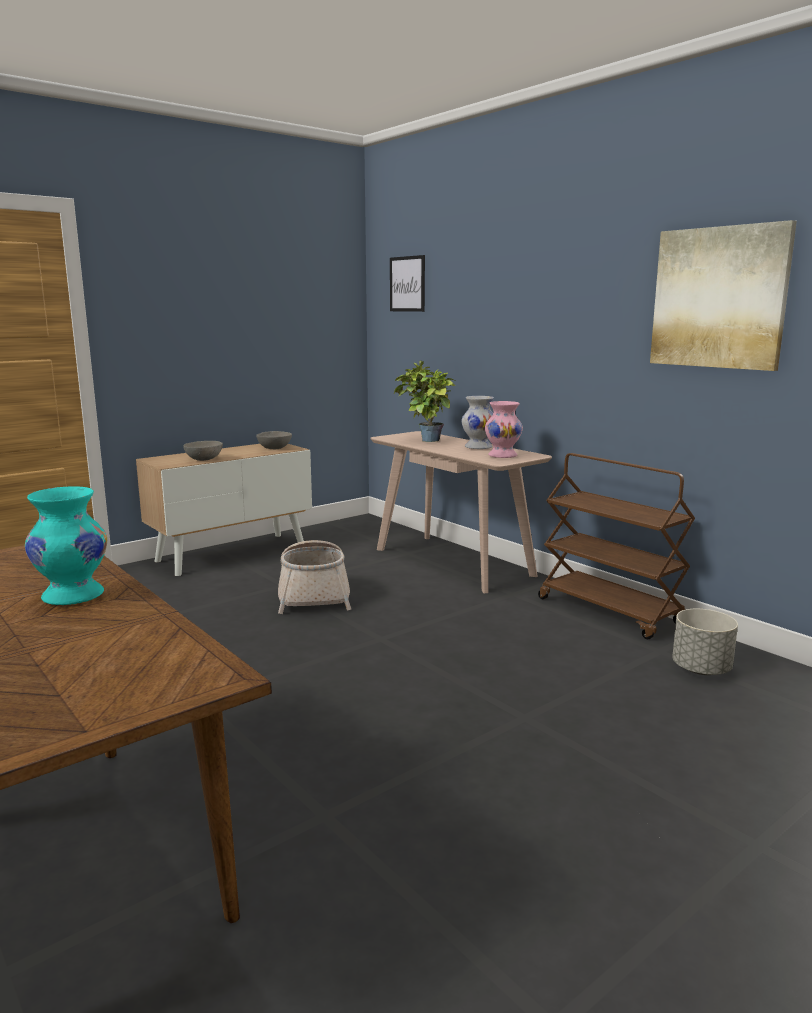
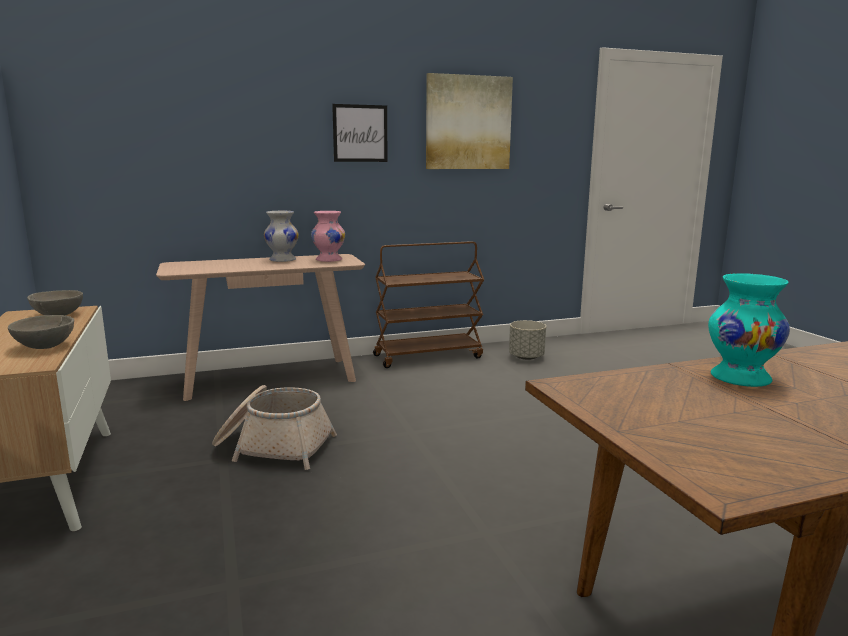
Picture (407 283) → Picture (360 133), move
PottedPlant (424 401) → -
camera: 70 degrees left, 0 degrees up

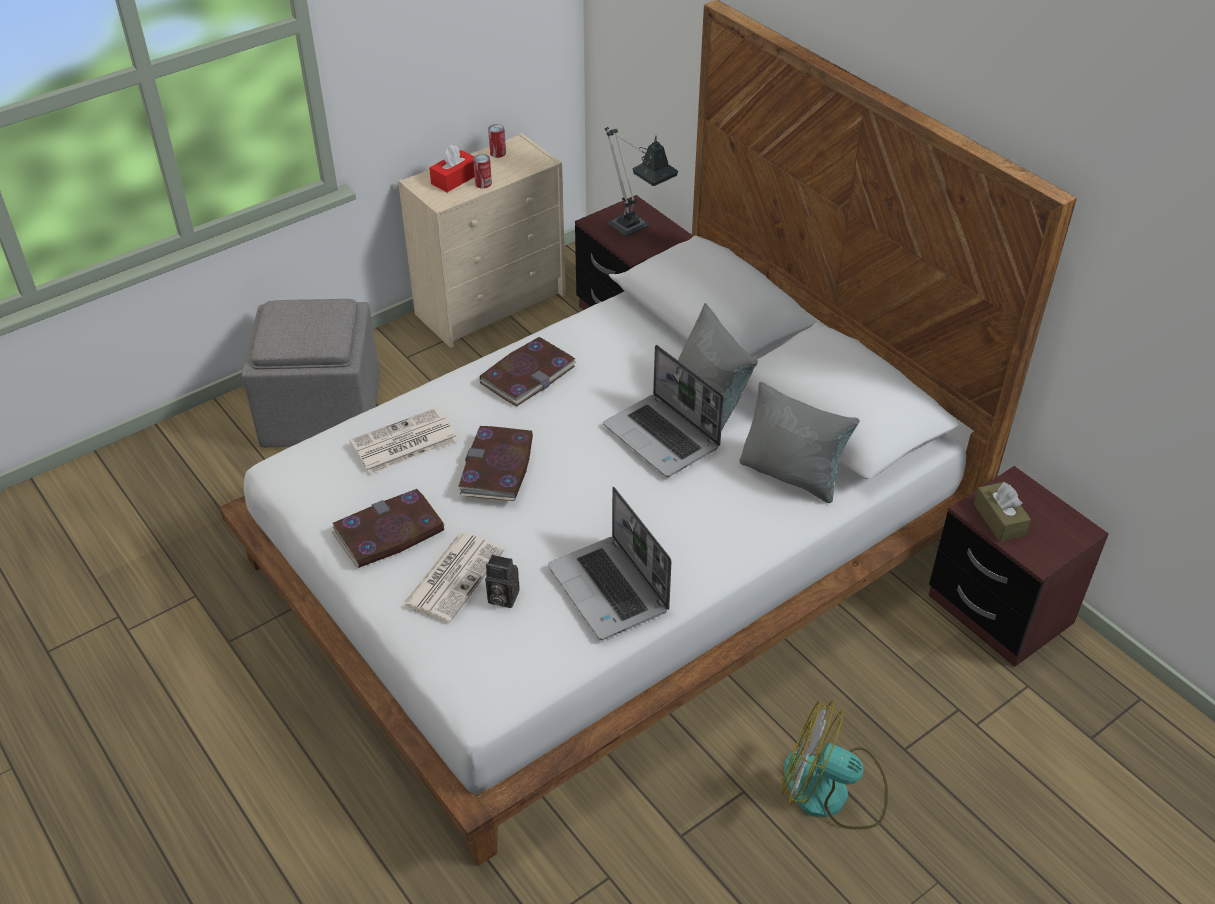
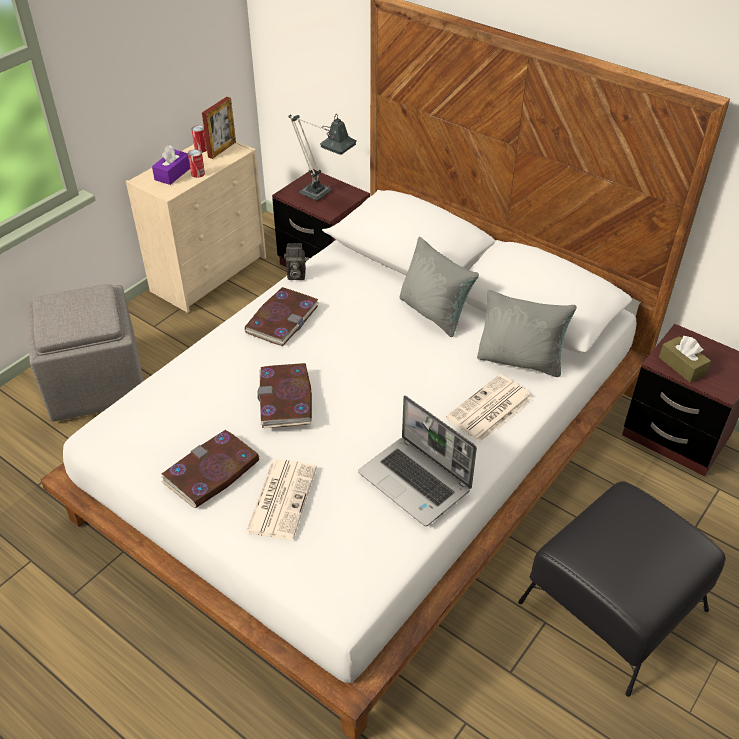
RedTissueBox (452 168) → PurpleTissueBox (171 165)
- → PictureFrame (219 128)
PhotoCamera (502 581) → PhotoCamera (295 261), move
Newspaper (403 441) → Newspaper (489 408), move
Fan (834 764) → BlackOttoman (622 589)
Laptop (663 411) → -
camera: 15 degrees left, 0 degrees up

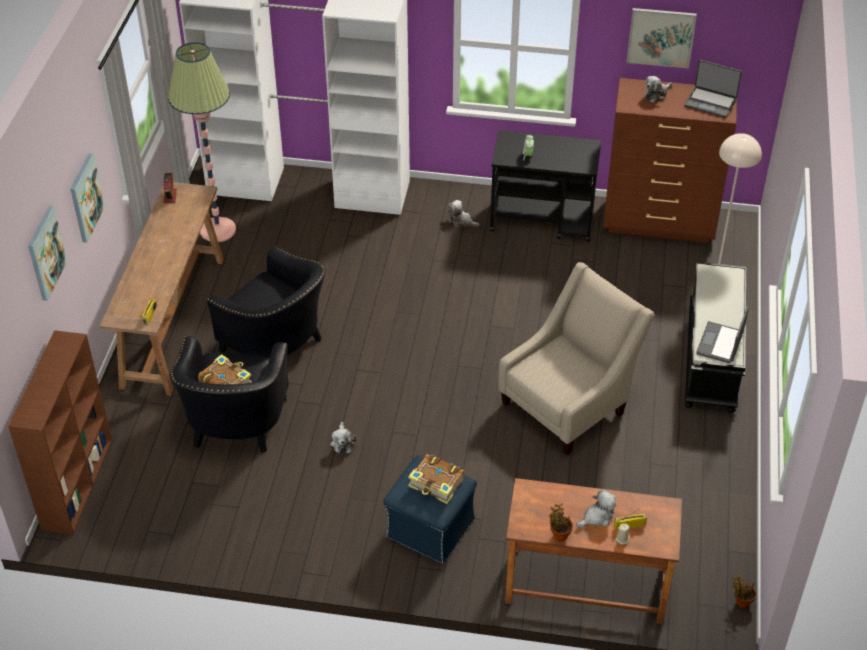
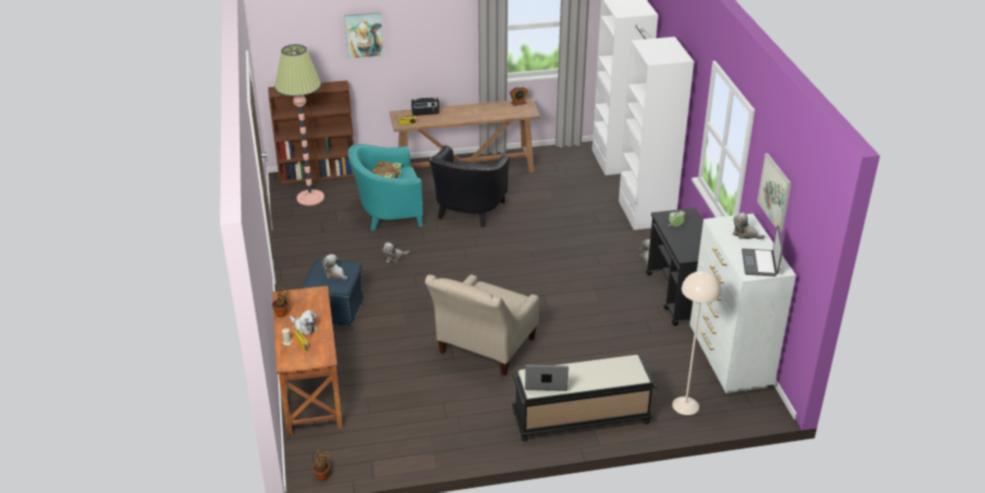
FloorLamp (202 142) → FloorLamp (299 125), move
Book (436 479) → PlushToy (335 267)
BlackArmchair (229 394) → TurquoiseArmchair (385 187)
- → Radio (425 107)
BeigeArmchair (576 358) → BeigeArmchair (482 325), 90 degrees clockwise
BrownDresser (670 160) → WhiteDresser (743 303)
Picture (87 198) → -
camera: 70 degrees right, 10 degrees down

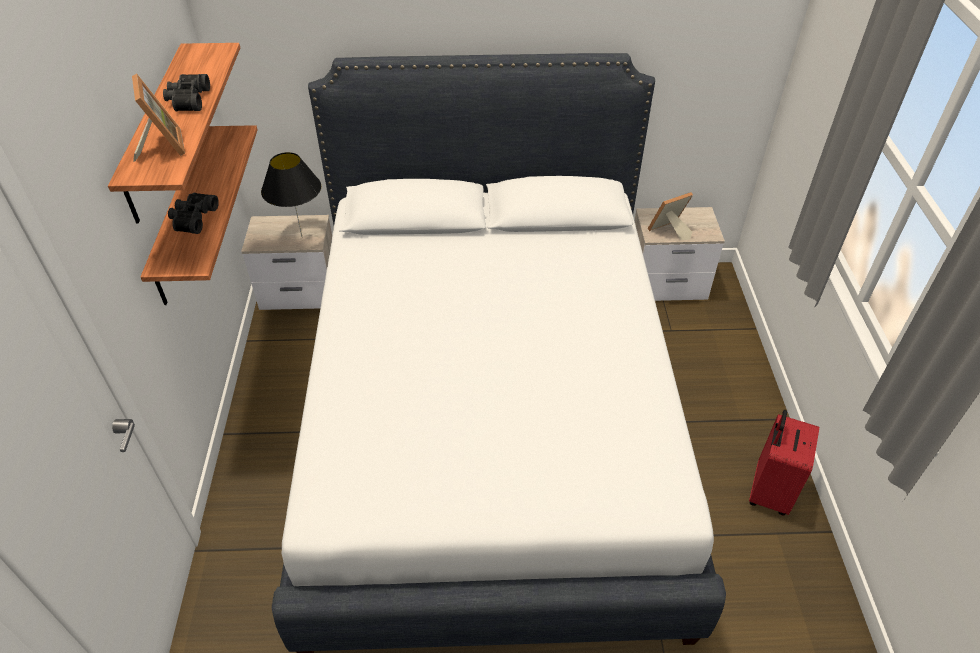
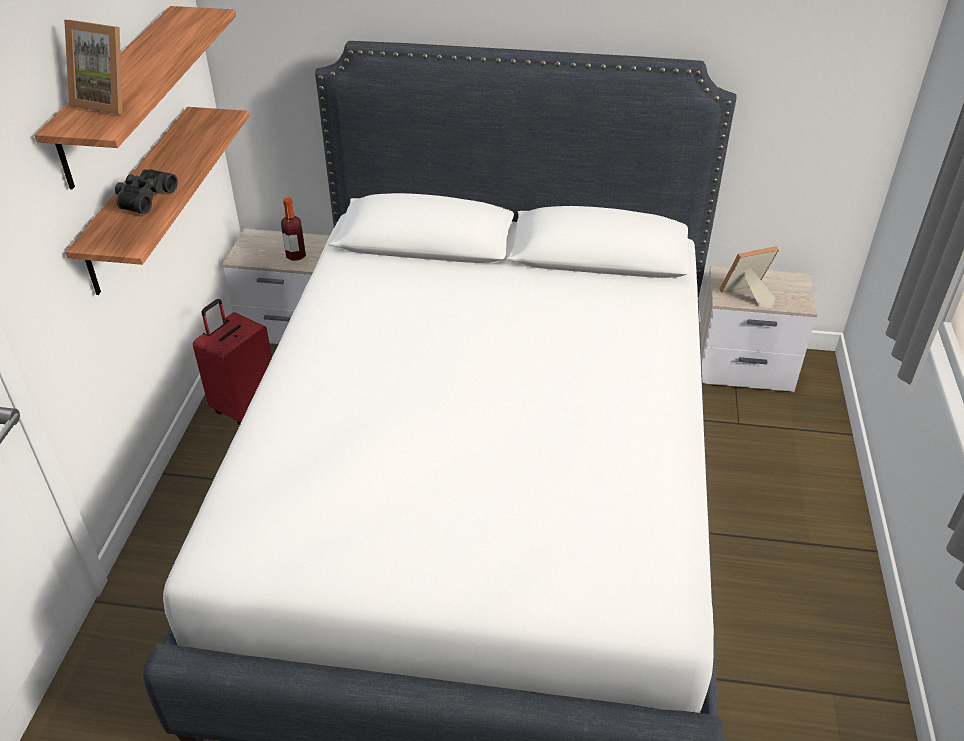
PictureFrame (158 117) → PictureFrame (93 67), 120 degrees clockwise
RedSuitcase (784 463) → RedSuitcase (232 362), move
BlackTableLamp (291 194) → Bottle (293 229)
BlackBinoculars (186 92) → -
camera: 10 degrees right, 5 degrees down

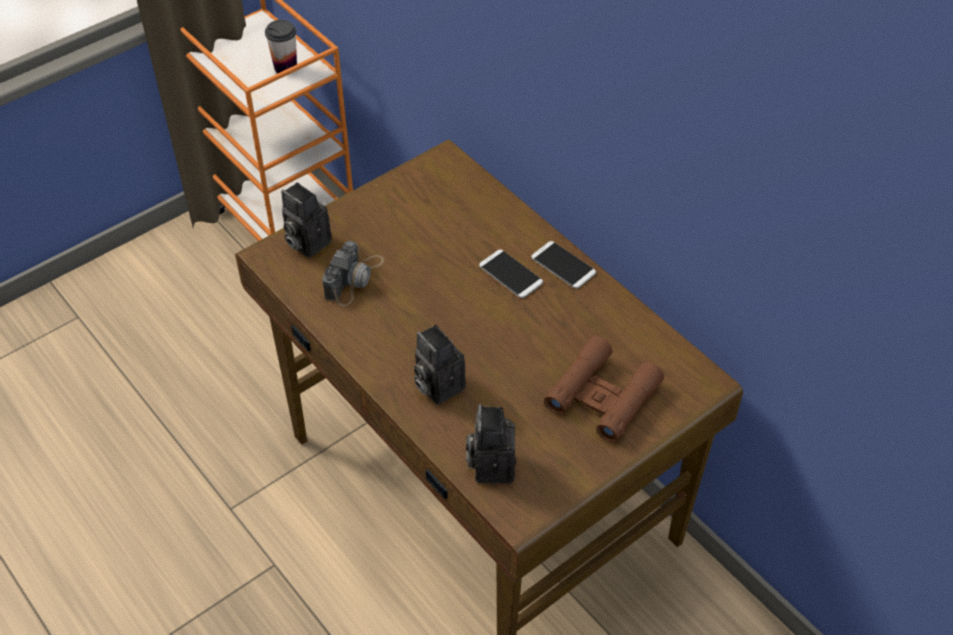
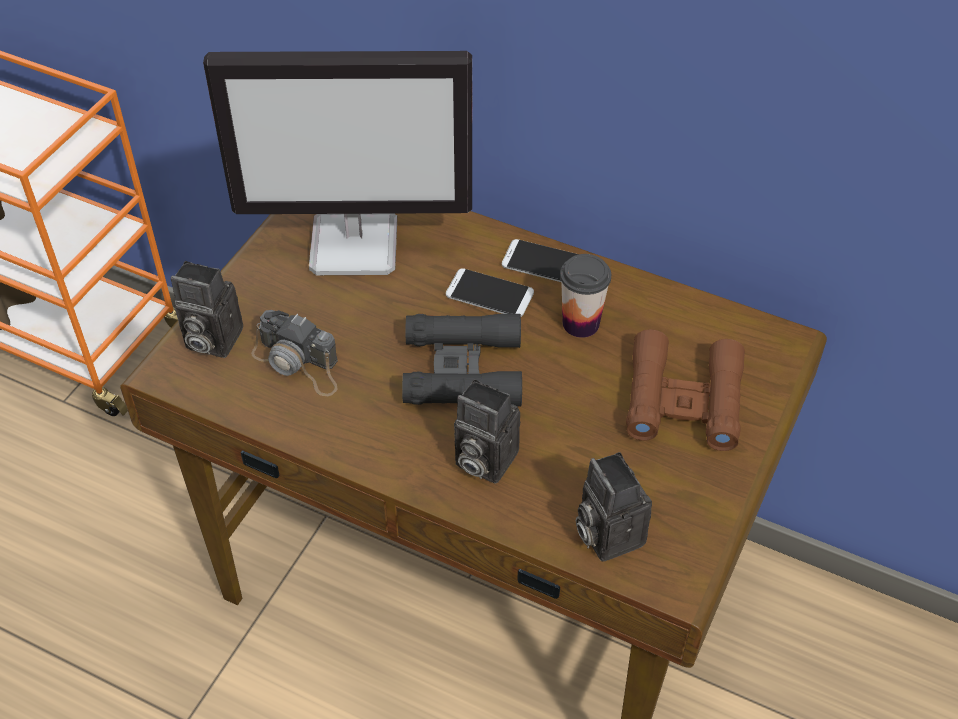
- → Monitor (337 163)
PhotoCamera (353 273) → PhotoCamera (294 353), 120 degrees clockwise
- → BlackBinoculars (462 360)
Cup (281 46) → Cup (585 296), move
camera: 25 degrees left, 0 degrees up

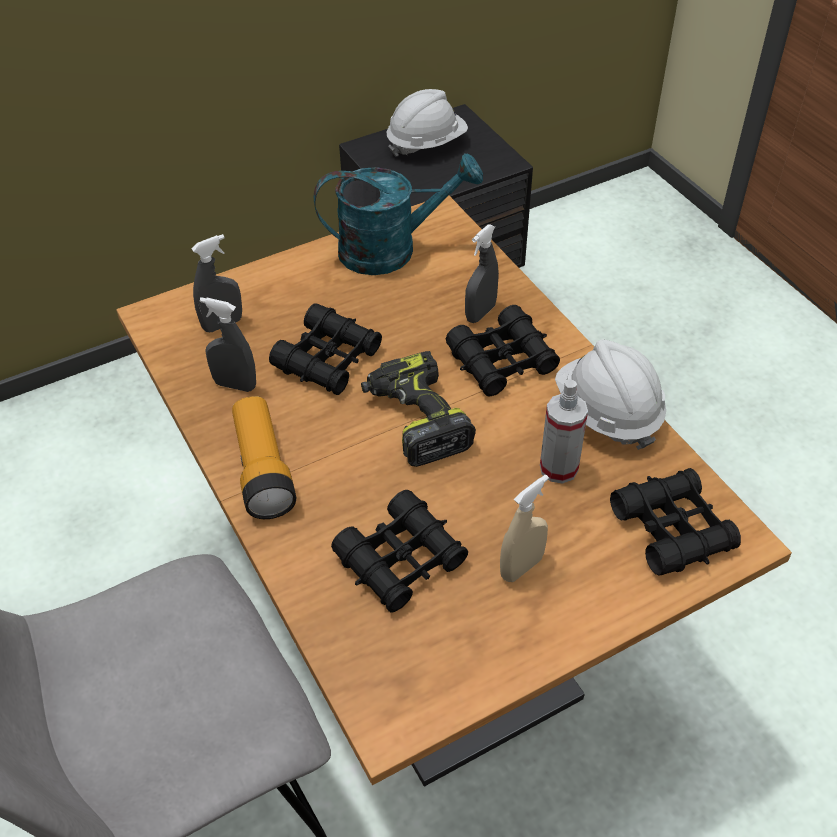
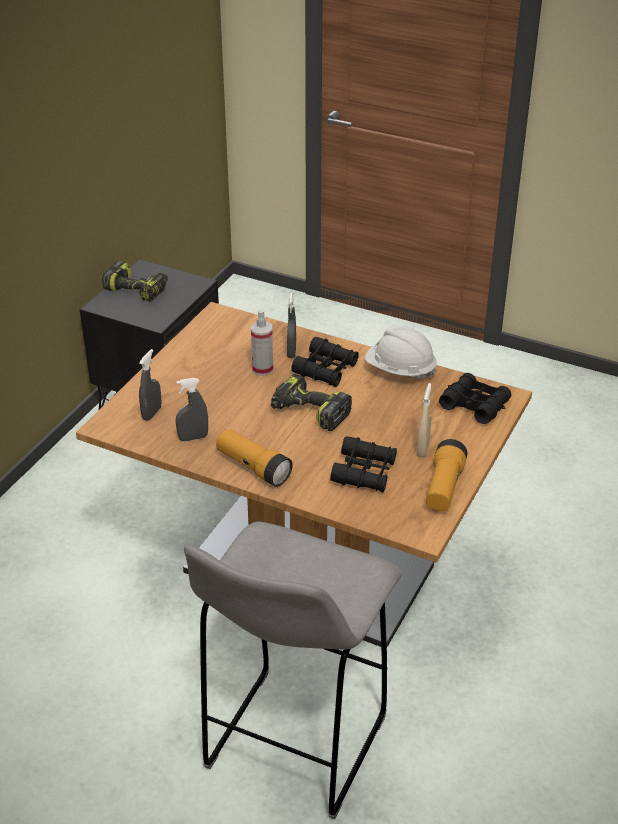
WhiteHardHat (427 123) → PowerDrill (135 281)
SprayBottle (564 431) → SprayBottle (262 343), move
- → Flashlight (447 475)
BlackBinoculars (325 349) → -
TurquoiseWateringCan (398 214) → -
camera: 35 degrees left, 10 degrees down

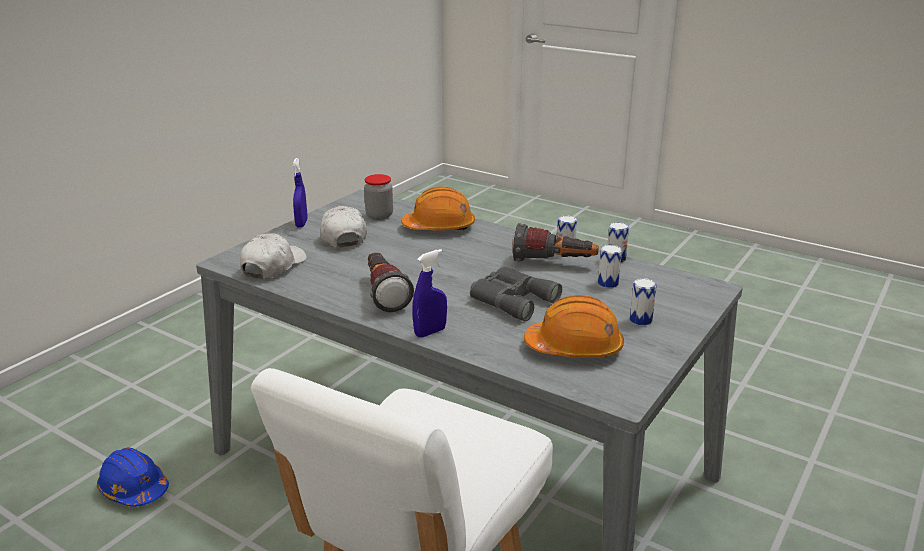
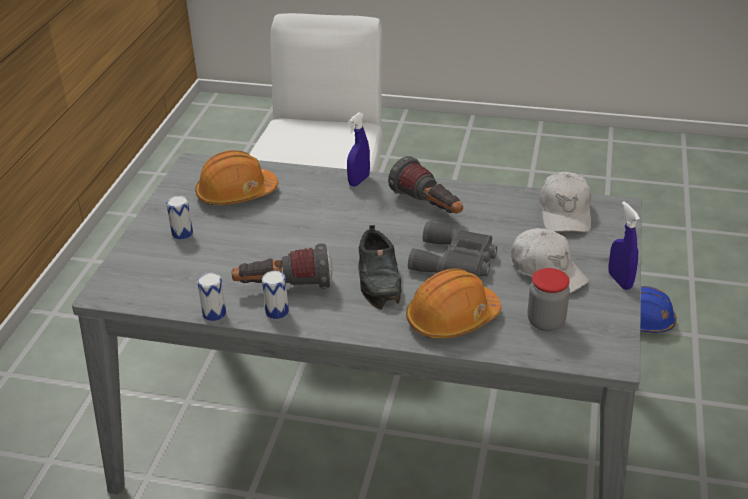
- → BlackShoe (379 267)
GreyBinoculars (516 294) → GreyBinoculars (452 249), move
Can (610 266) → -
camera: 160 degrees right, 10 degrees up

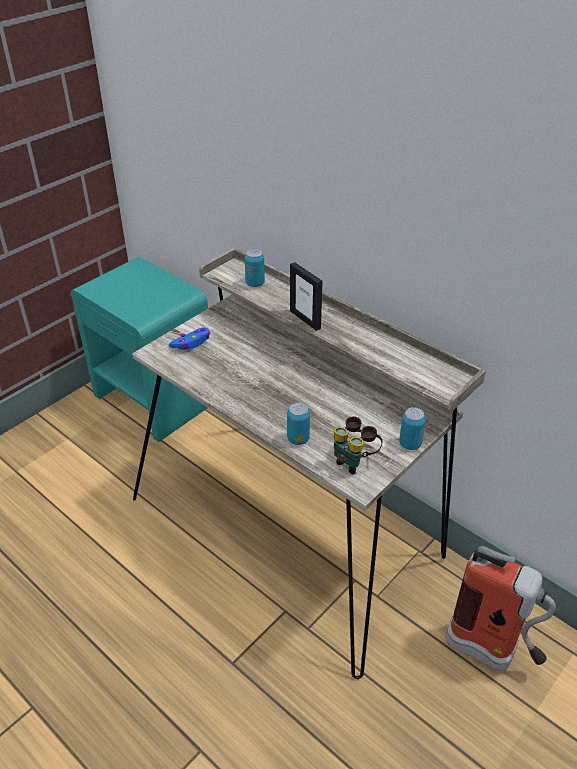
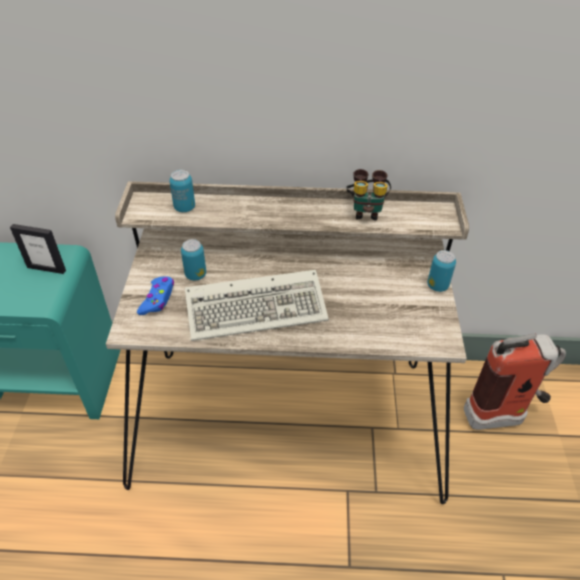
PictureFrame (306 296) → PictureFrame (38 249), move
Can (298 424) → Can (193 259), move
- → Keyboard (257 305)
Binoculars (358 445) → Binoculars (369 194), move
camera: 40 degrees left, 5 degrees up

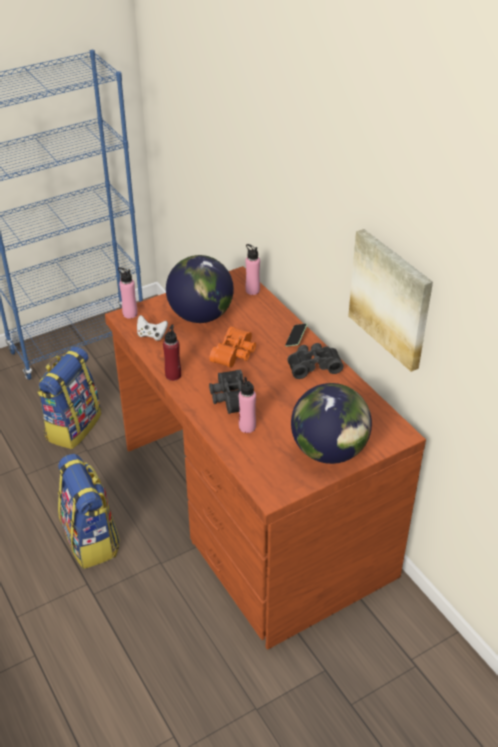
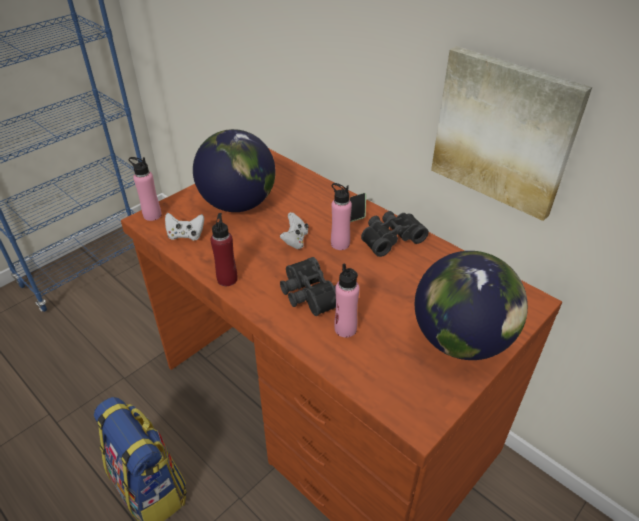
OrangeBinoculars (232 347) → WhiteGameController (294 230)
PinkBottle (253 269) → PinkBottle (341 216), move
Backpack (69 397) → -
camera: 15 degrees left, 0 degrees up

